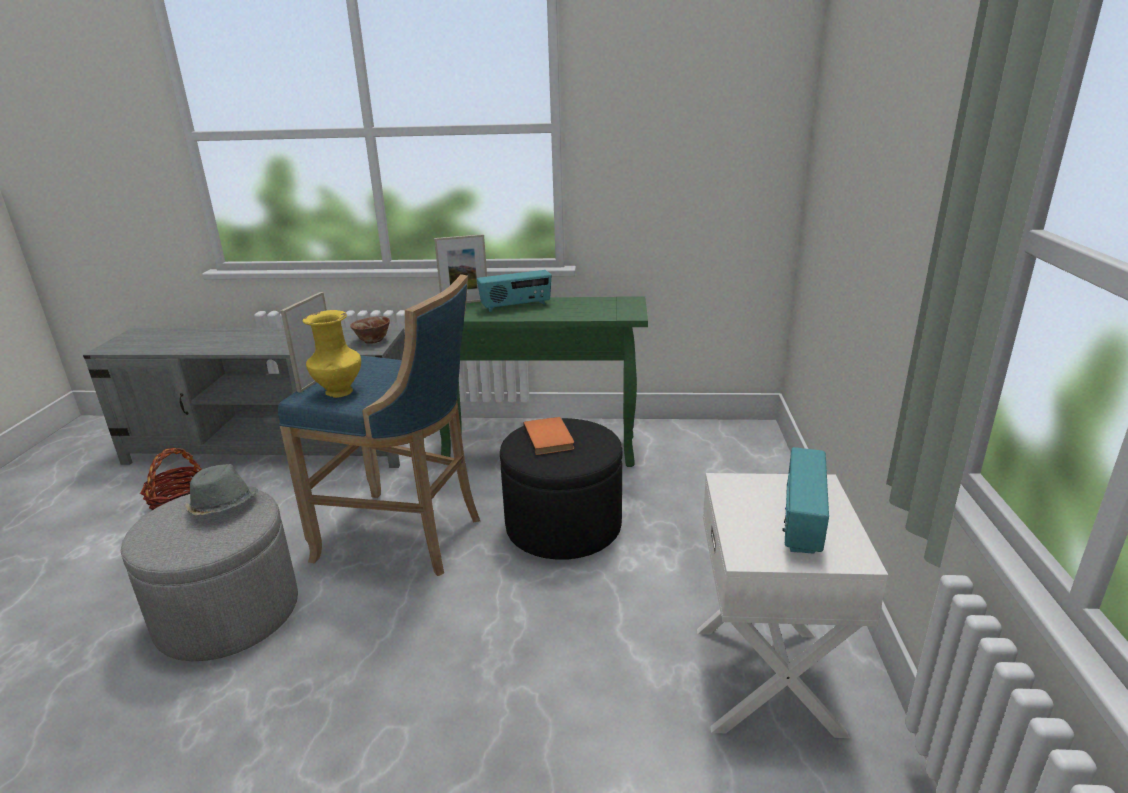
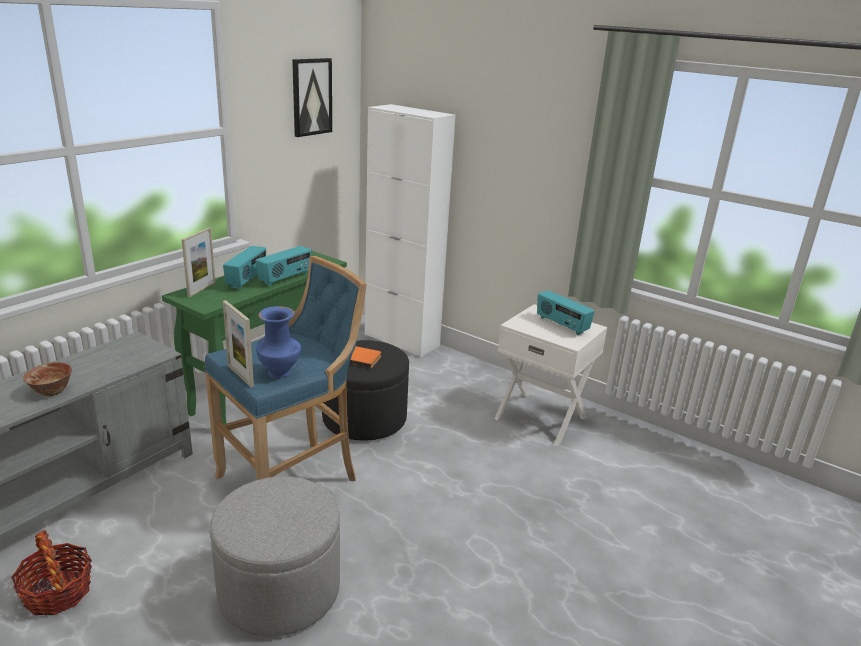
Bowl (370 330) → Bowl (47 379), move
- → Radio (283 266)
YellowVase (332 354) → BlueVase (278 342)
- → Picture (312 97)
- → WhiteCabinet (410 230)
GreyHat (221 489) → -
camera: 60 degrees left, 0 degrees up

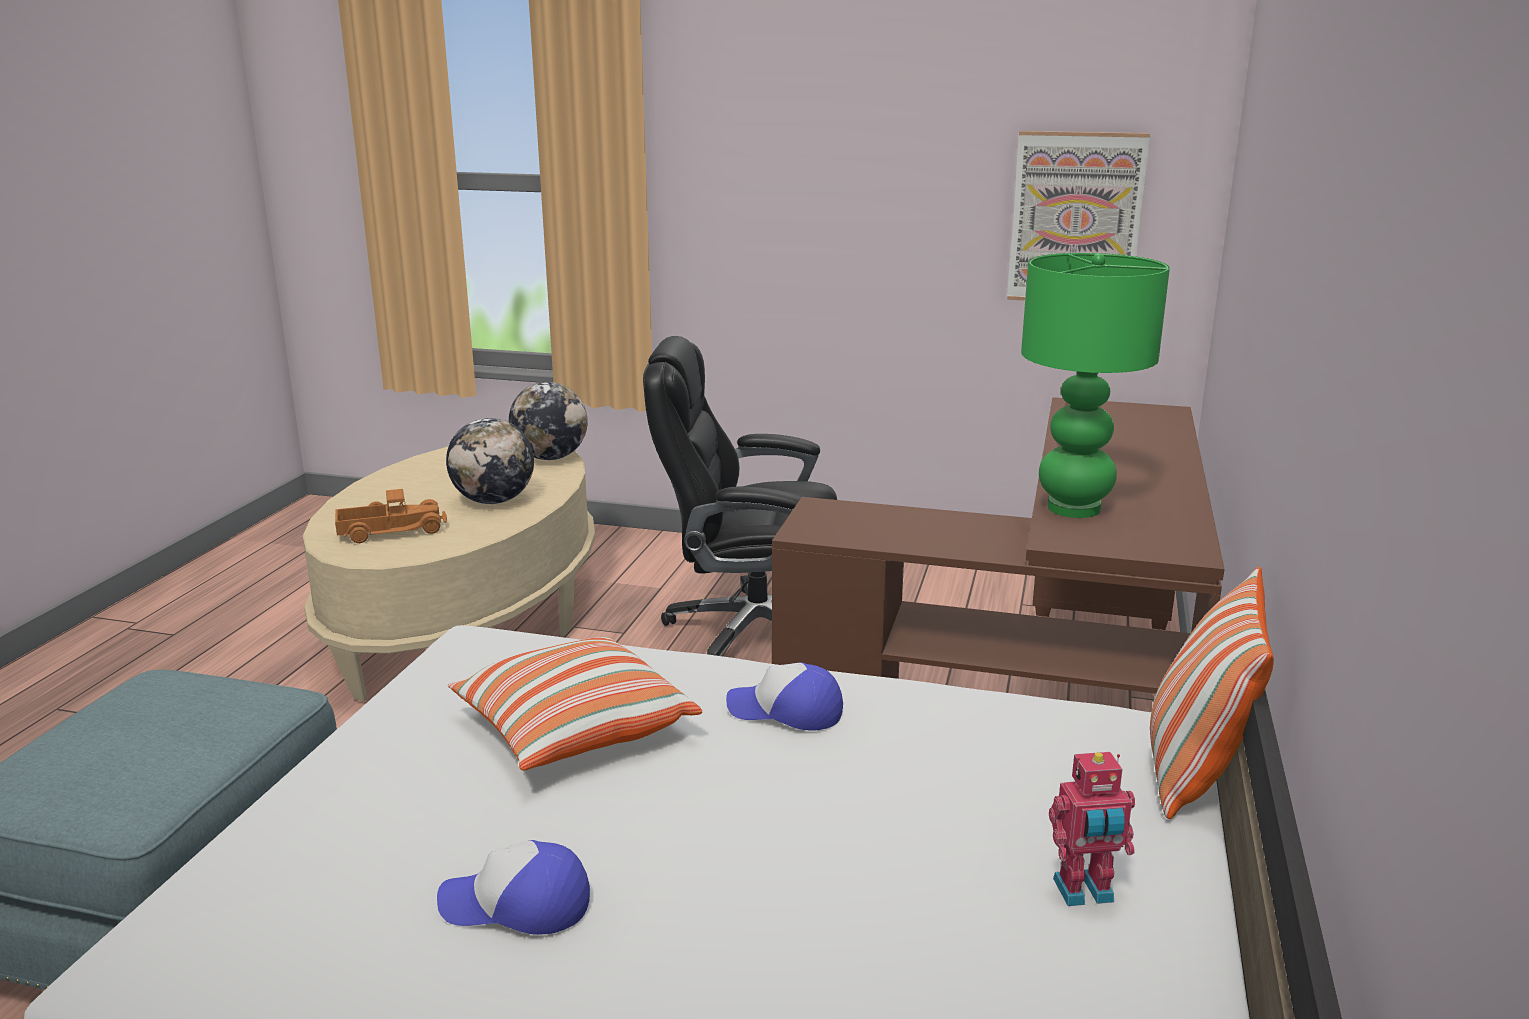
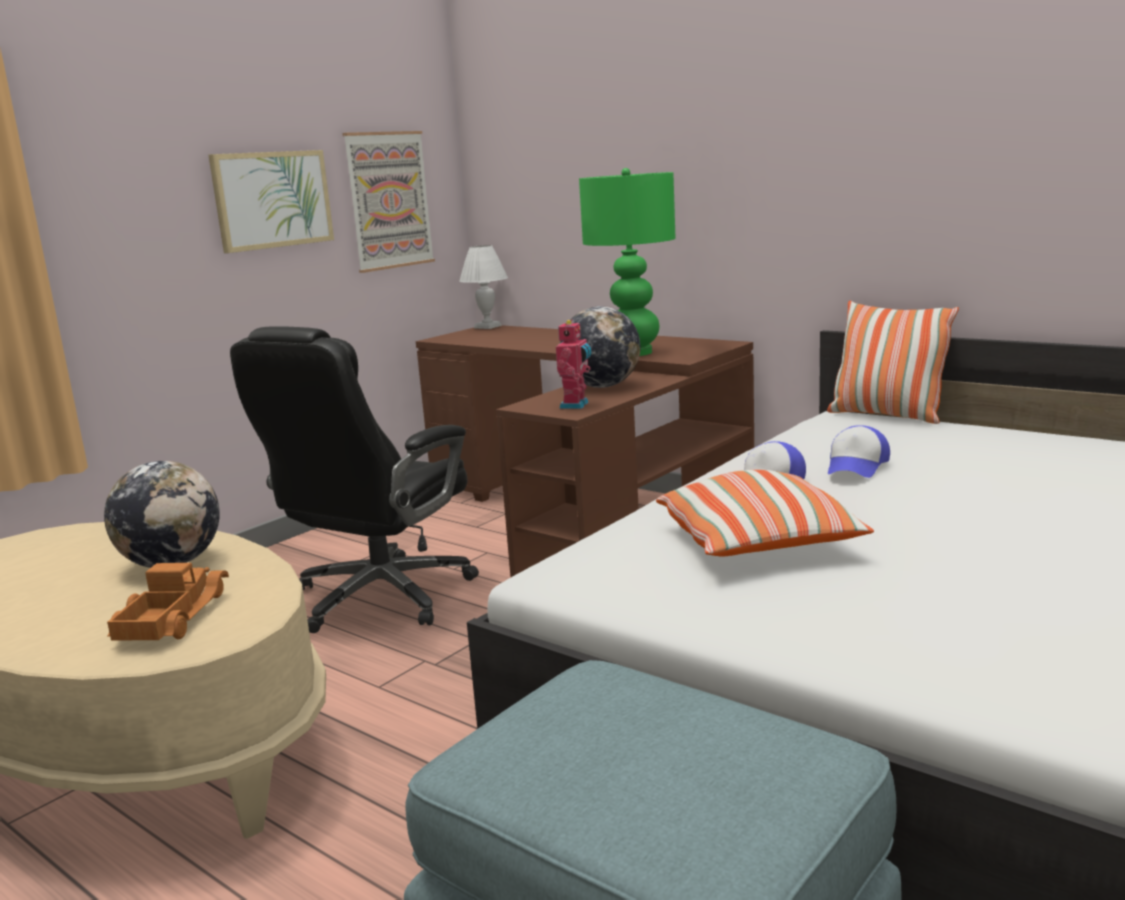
- → Picture (271 201)
- → WhiteTableLamp (483 287)
ToyRobot (1092 829) → ToyRobot (574 364), move
Globe (548 421) → Globe (600 347), move
Cap (513 887) → Cap (859 451), move
camera: 65 degrees left, 5 degrees down

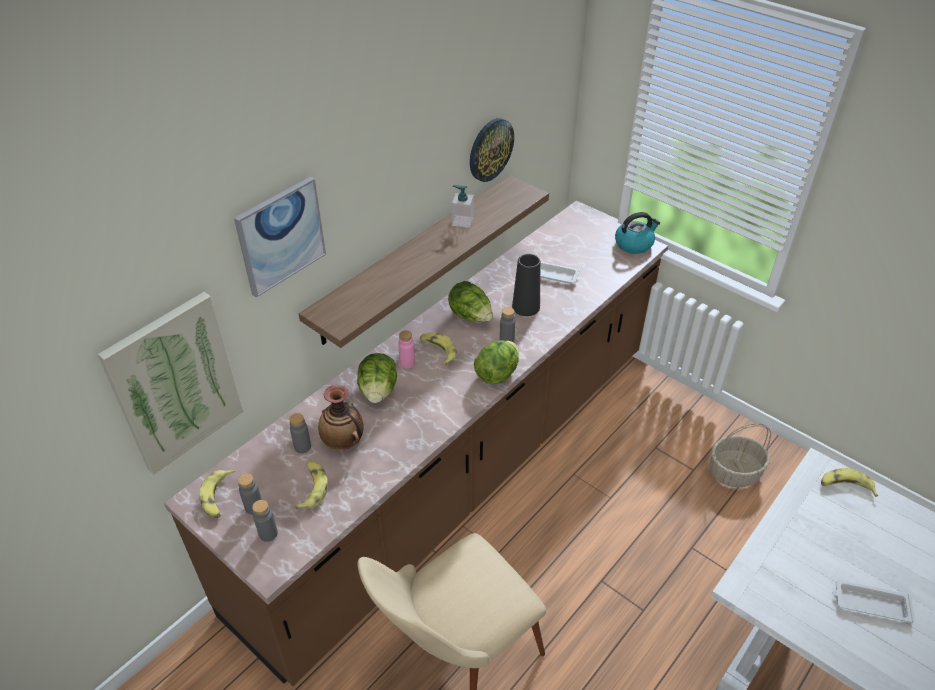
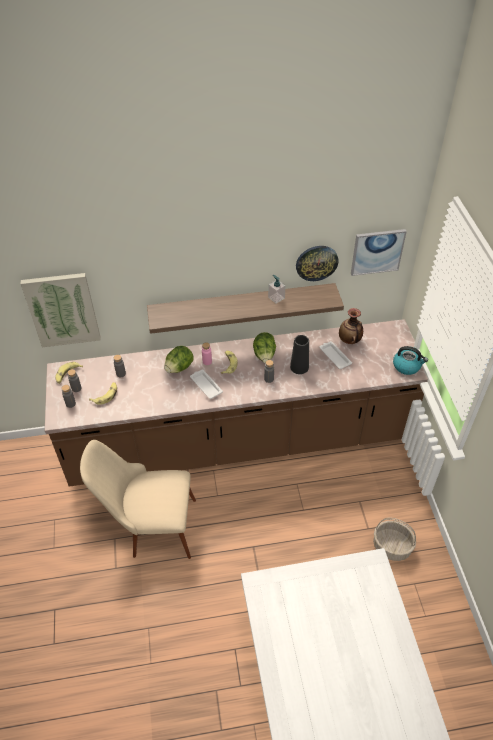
WhiteTray (874 601) → WhiteTray (206 384), move
Vase (341 417) → Vase (351 326), move
Picture (280 237) → Picture (379 252), move
Lettuce (496 362) → -
Banana (849 482) → -
camera: 40 degrees right, 5 degrees up

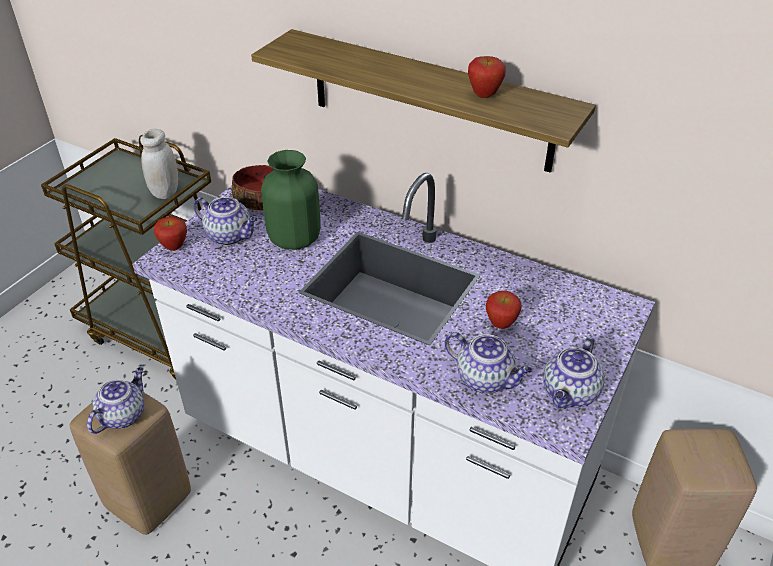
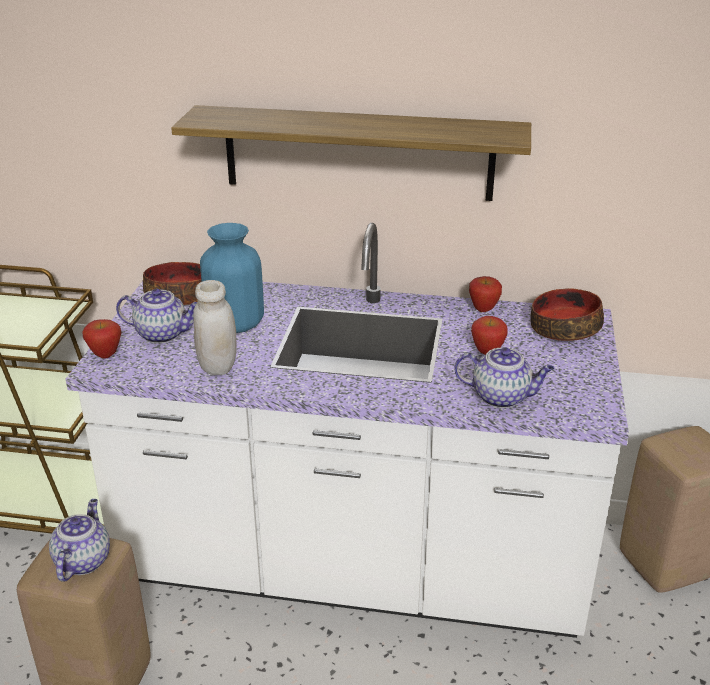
WhiteJar (159 164) → WhiteJar (215 327), move
GreenVase (291 200) → BlueVase (232 278)
Apple (487 77) → Apple (485 294), move
- → Bowl (567 314)
Teapot (574 373) → -
camera: 20 degrees left, 10 degrees down

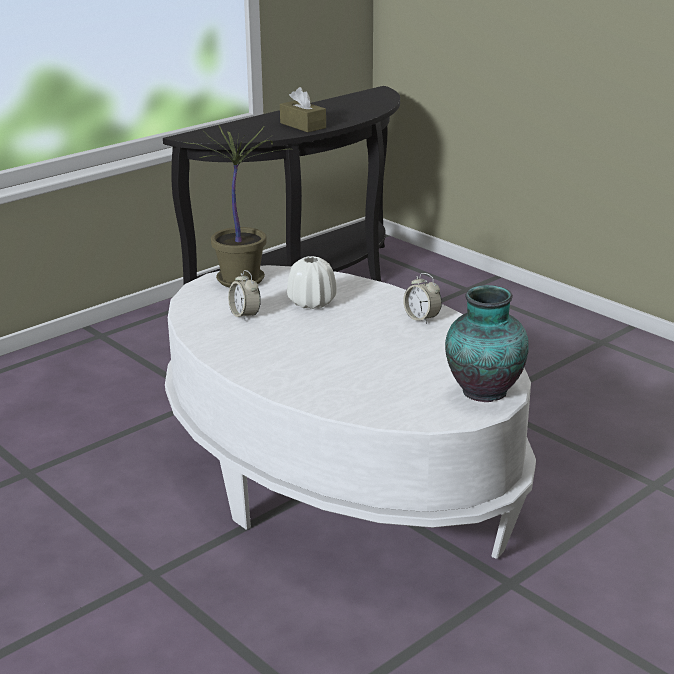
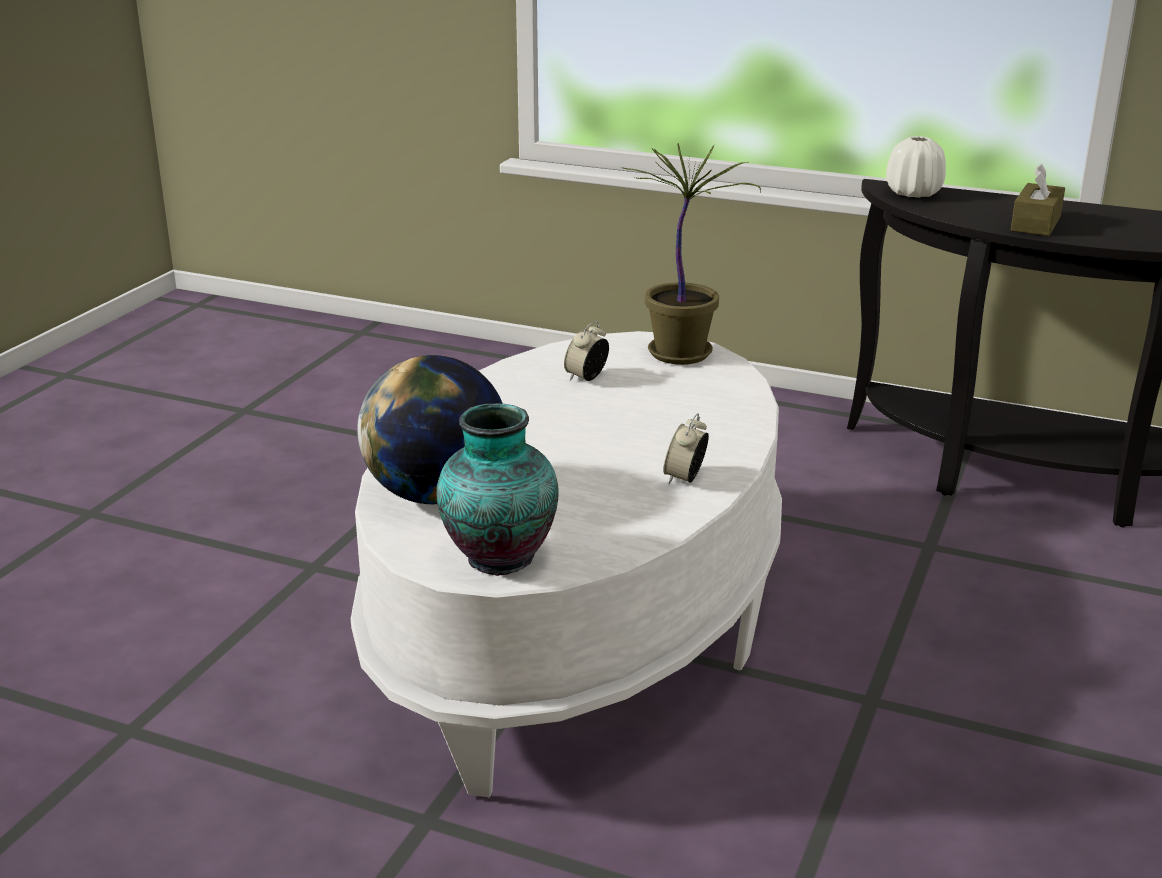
- → Globe (430 429)
WhiteVase (312 282) → WhiteVase (916 167), move
camera: 65 degrees right, 0 degrees up

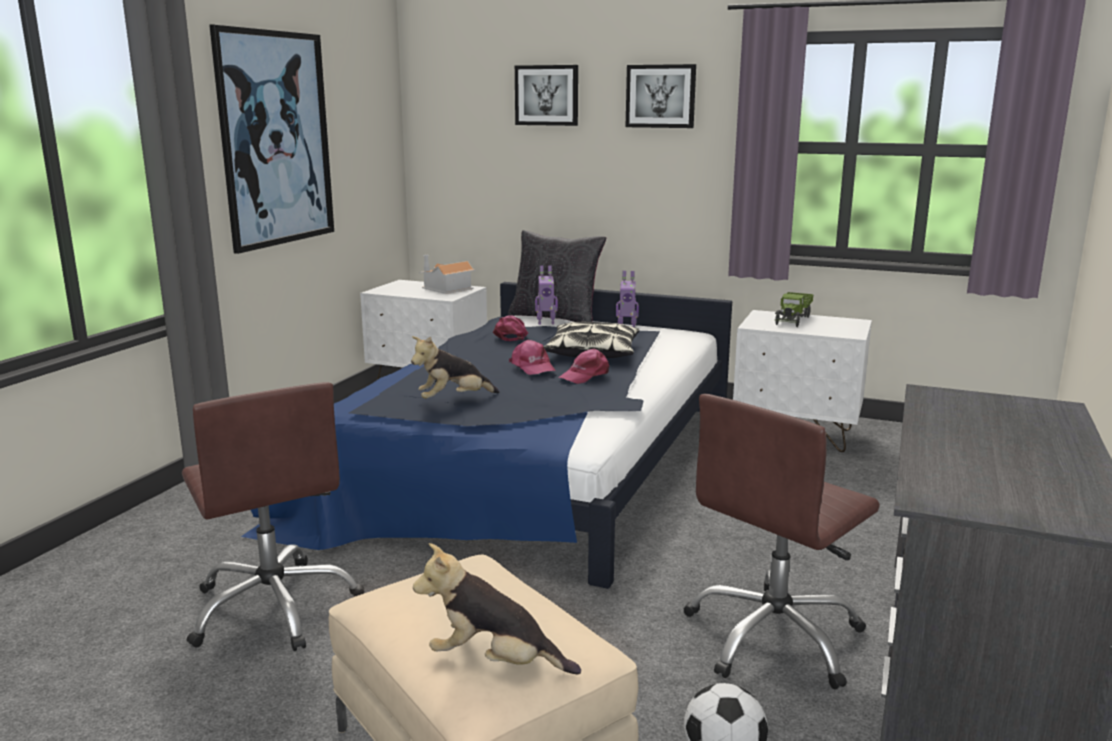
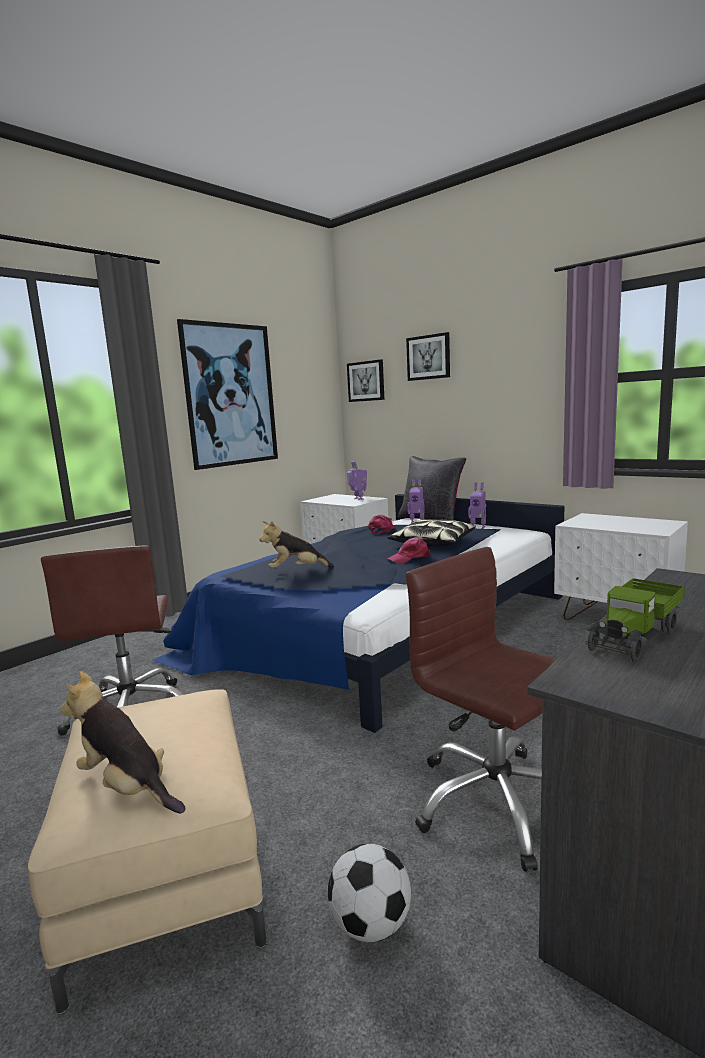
Picture (661 96) → Picture (365 380), move
ToyHouse (447 274) → ToyRobot (357 480)
BrownOfficeChair (781 541) → BrownOfficeChair (481 709), 75 degrees clockwise
ToyTruck (794 309) → ToyTruck (635 620), move
PinkCap (532 357) → -
camera: 20 degrees right, 5 degrees down

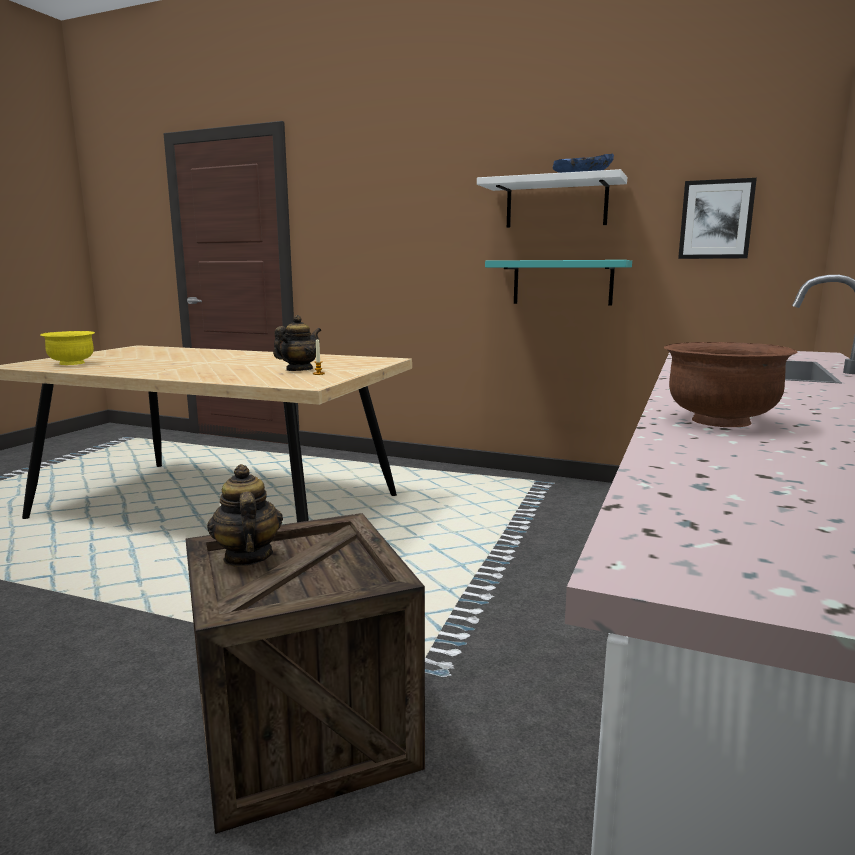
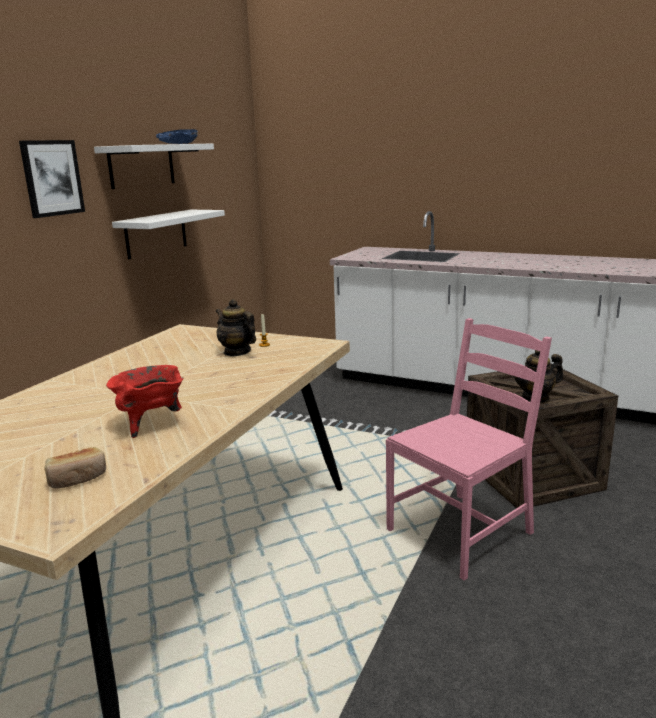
Picture (717 218) → Picture (52 179), move
YellowBowl (68 348) → Bread (75 467)
- → RedCookingPot (145 401)
TurquoiseShelf (558 283) → WhiteShelf (168 235)
- → PinkChair (469 449)
BrownBowl (731 384) → -
camera: 85 degrees left, 5 degrees up

